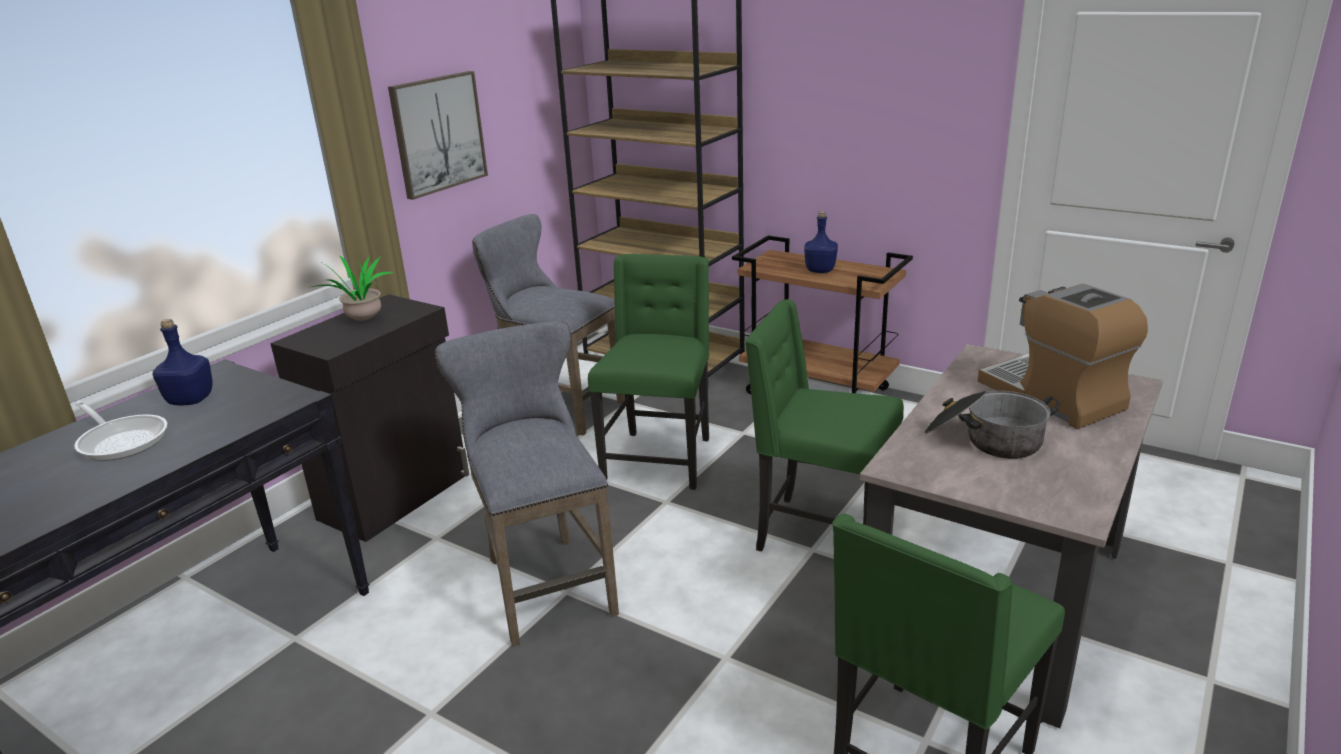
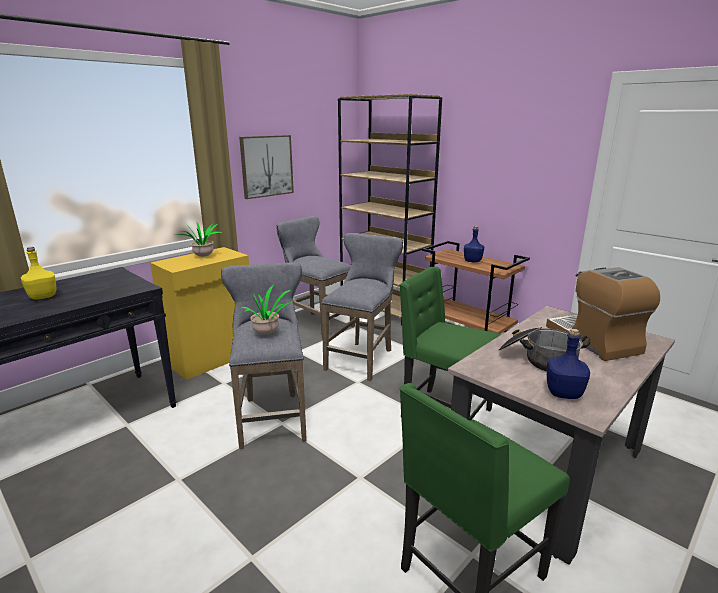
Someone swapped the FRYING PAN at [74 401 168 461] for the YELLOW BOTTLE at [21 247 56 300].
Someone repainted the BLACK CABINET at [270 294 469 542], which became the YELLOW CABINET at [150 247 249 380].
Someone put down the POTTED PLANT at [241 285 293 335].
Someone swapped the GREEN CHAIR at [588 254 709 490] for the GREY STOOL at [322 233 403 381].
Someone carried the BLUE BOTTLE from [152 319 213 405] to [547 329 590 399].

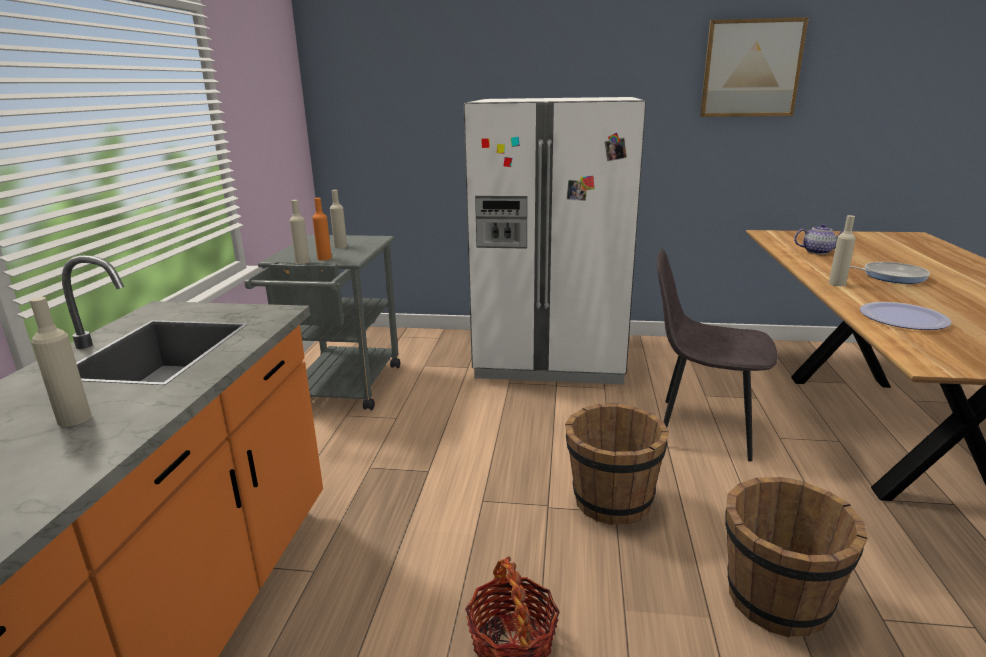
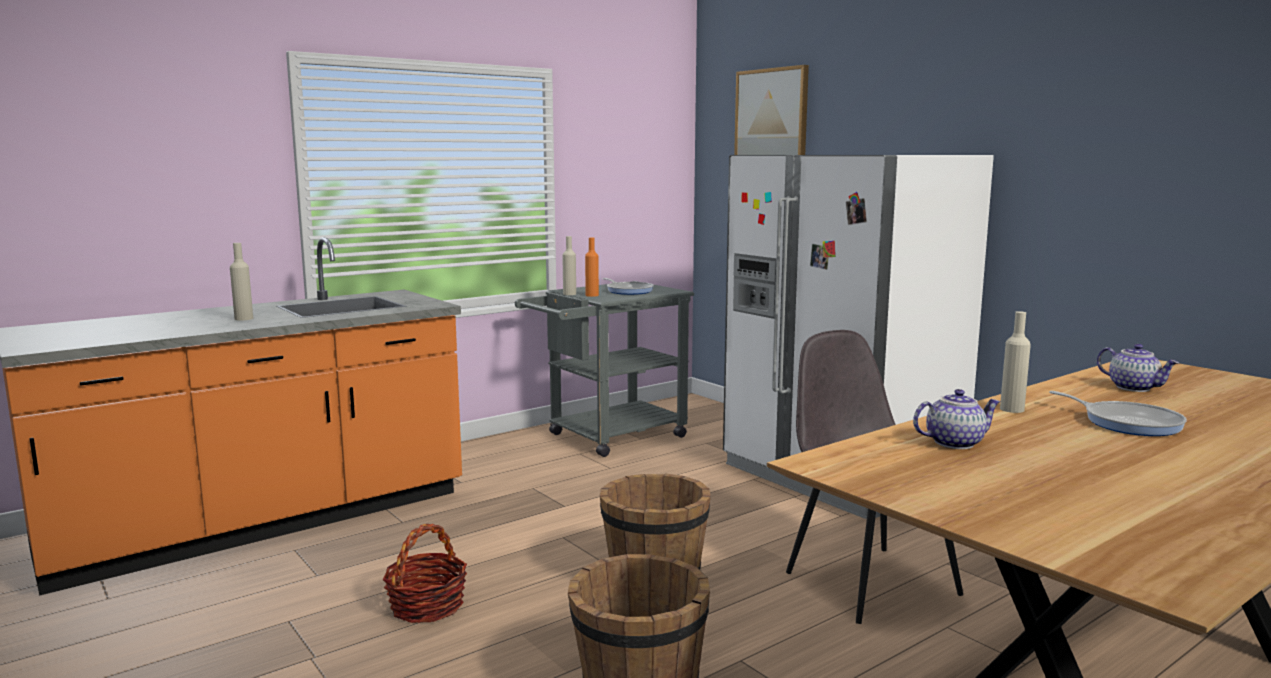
Someone swapped the BEIGE BOTTLE at [330 190 347 248] for the FRYING PAN at [603 278 654 295].
Someone carried the PICTURE from [700 17 809 117] to [734 65 809 155].
Someone swapped the PLATE at [860 302 952 330] for the TEAPOT at [913 389 1001 449].

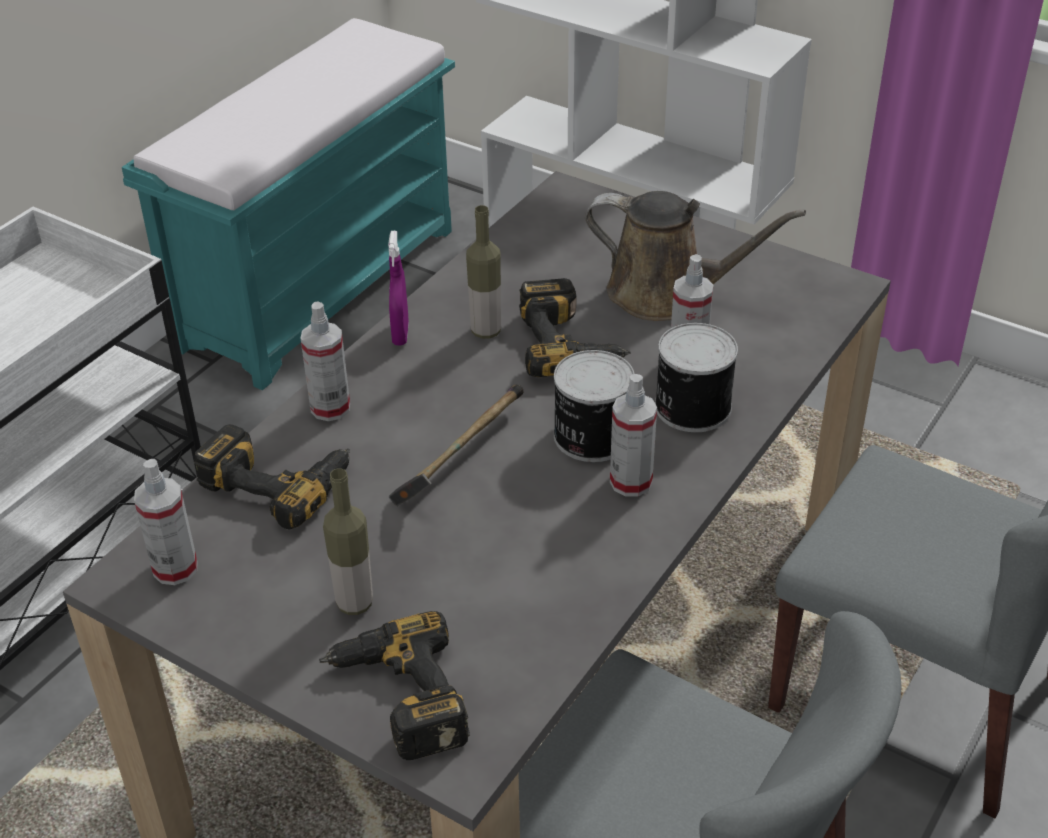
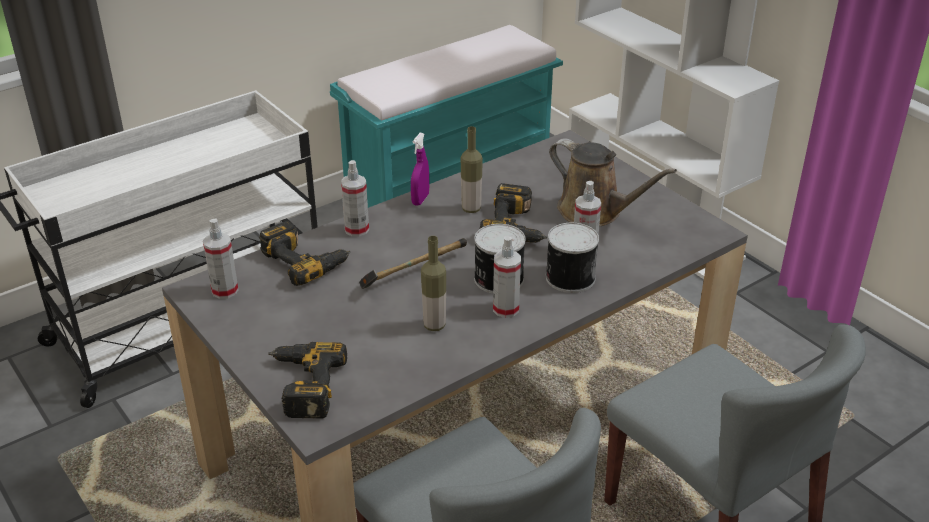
Someone carried the BOTTLE from [323 468 373 615] to [421 236 446 331].

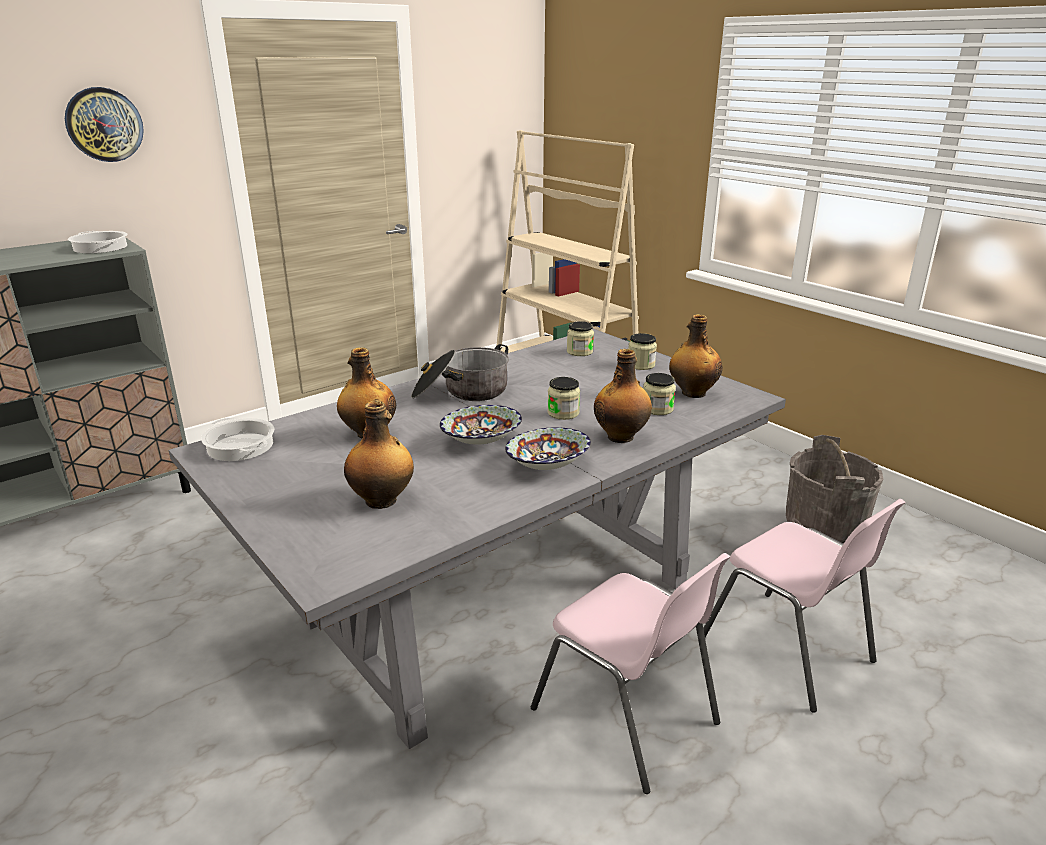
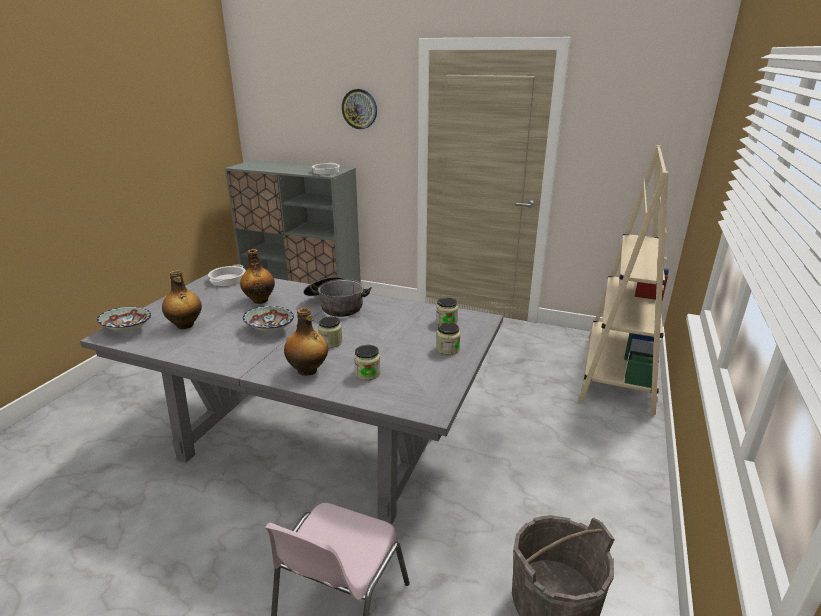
Someone carried the BOWL from [505 427 591 470] to [97 307 151 332].
Someone took away the PINK CHAIR at [531 553 730 794].
Someone took away the BOTTLE at [669 314 722 398].

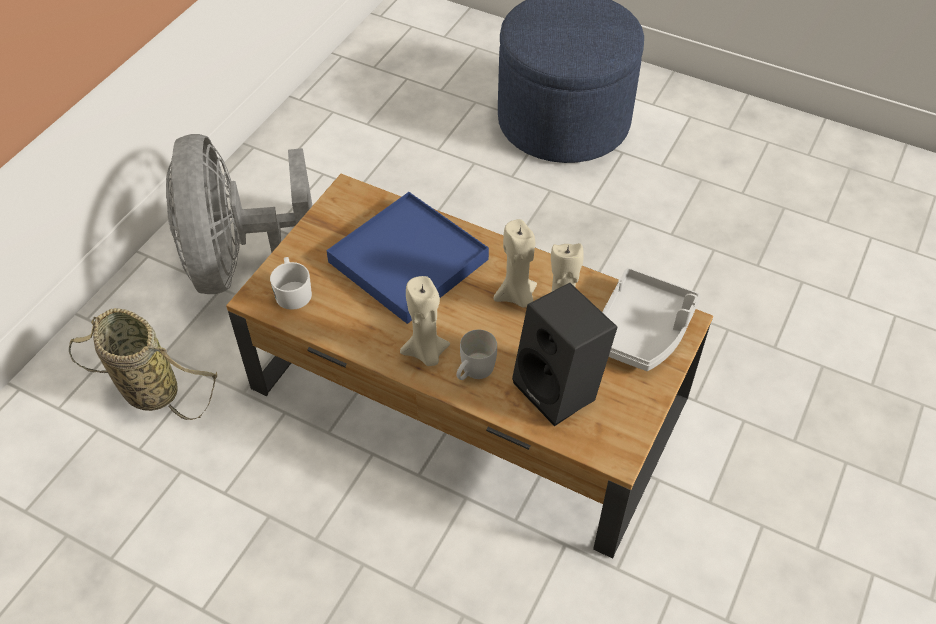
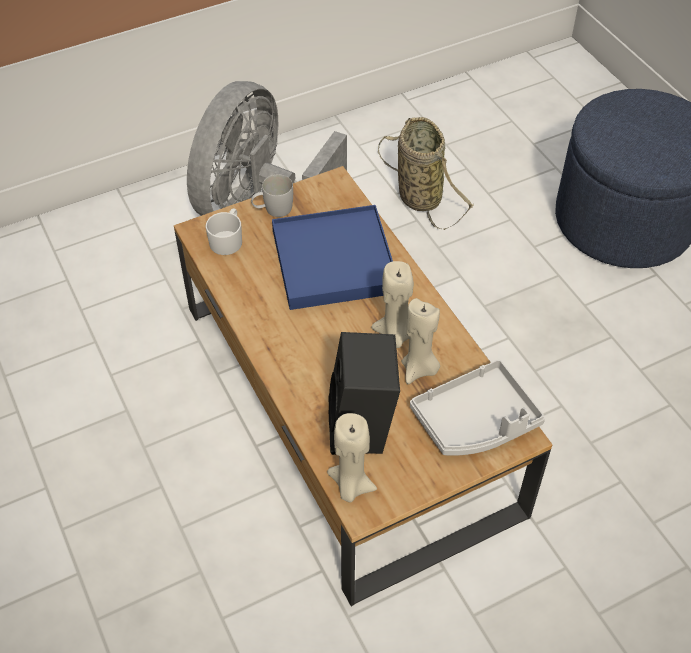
Someone carried the WHITE MUG from [456 329 497 380] to [251 174 293 217].
Someone carried the BEIGE CANDLE from [400 276 450 366] to [327 413 377 503].
Someone carried the BASKET from [69 308 217 420] to [378 117 474 230].

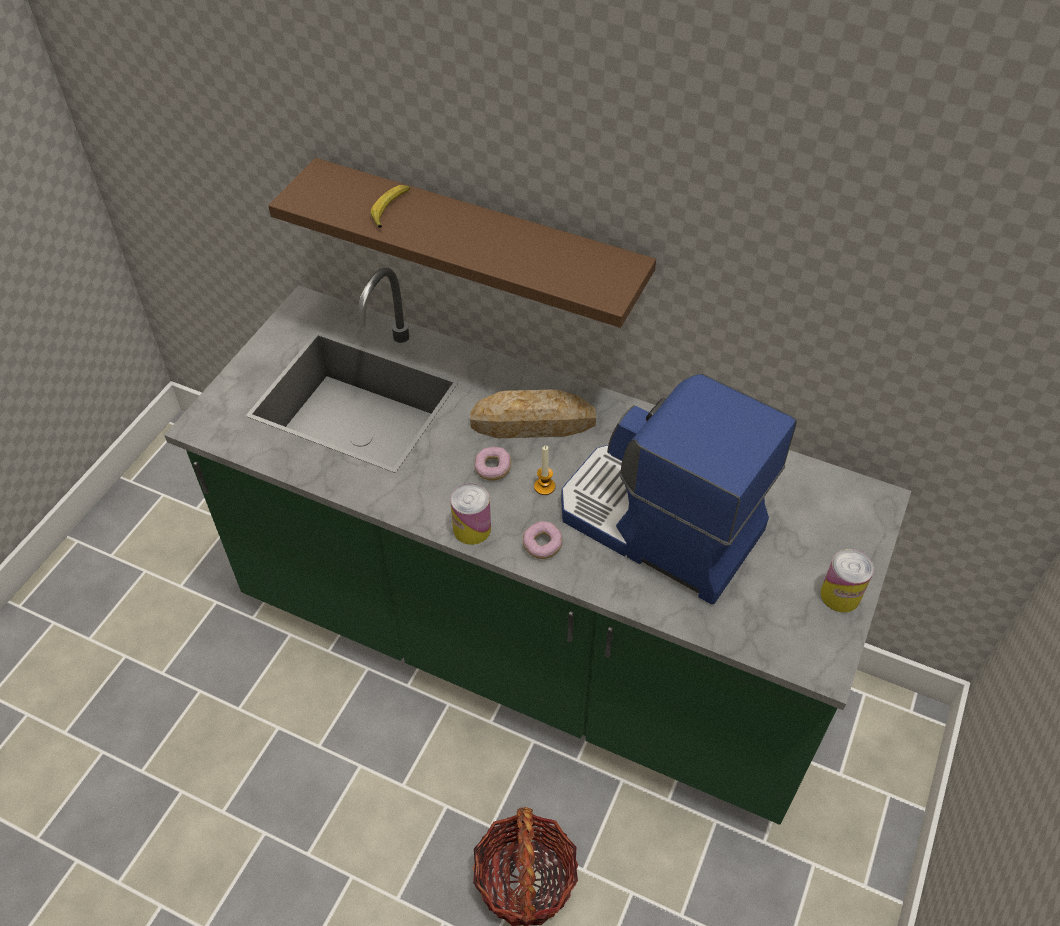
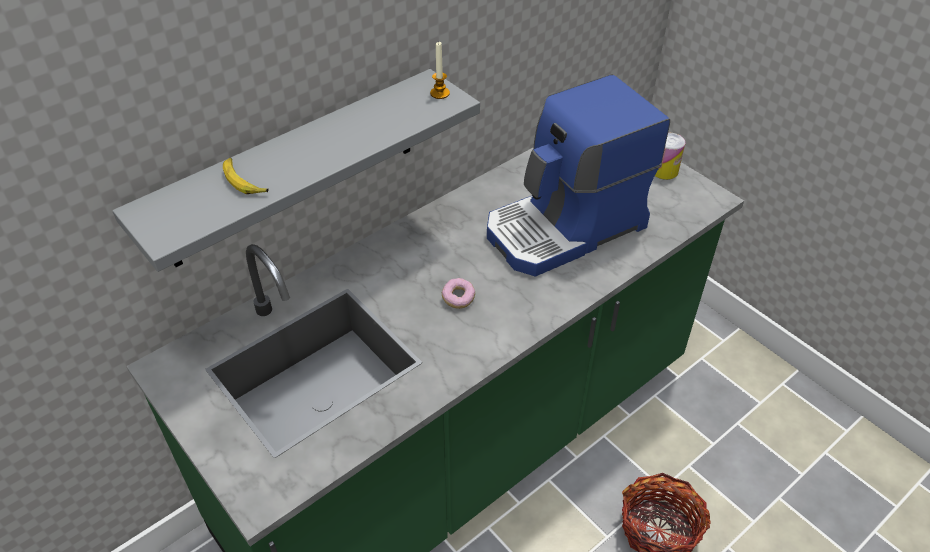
Someone repainted the BROWN SHELF at [268 158 656 328], which became the GREY SHELF at [112 69 480 272].
Someone carried the CANDLE from [534 446 555 495] to [430 41 450 99].
Someone took away the CAN at [450 483 491 545].
Someone took away the BREAD at [470 389 596 438].
Someone took away the DONUT at [523 521 562 559].

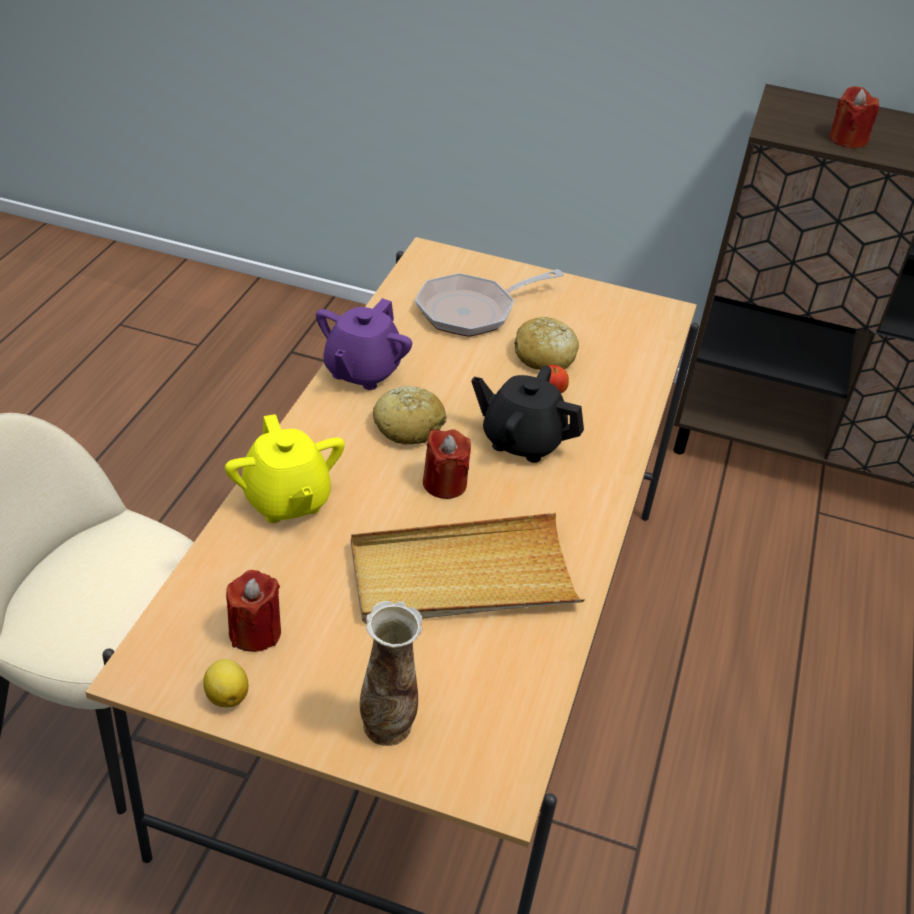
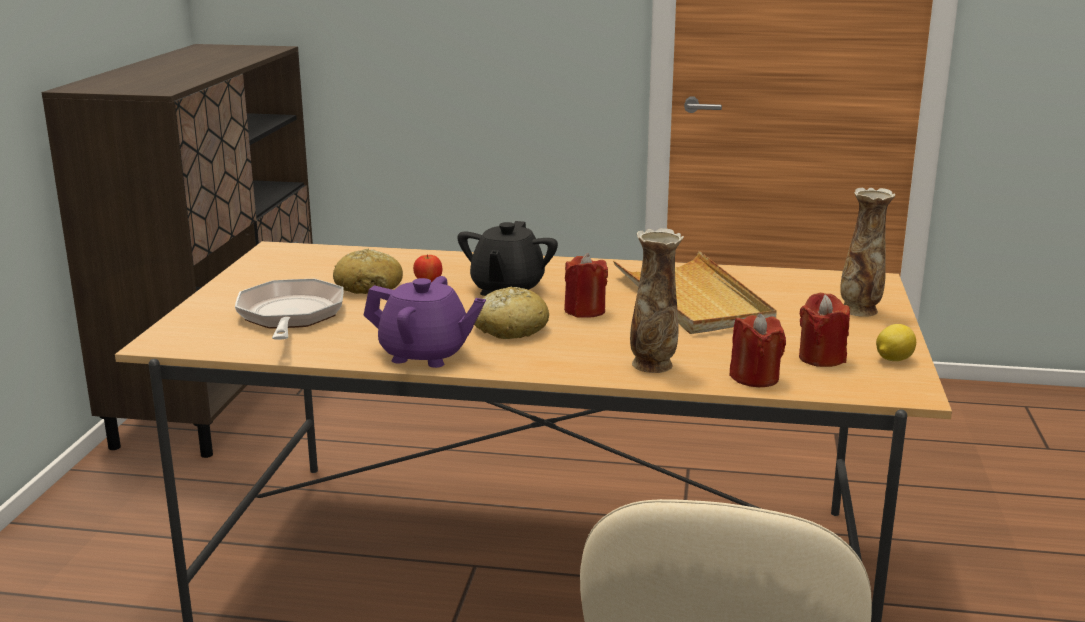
Someone rotated the FRYING PAN at [415 269 564 337] by 150 degrees counterclockwise.
Someone swapped the YELLOW TEAPOT at [225 414 345 523] for the VASE at [630 228 684 373].
Someone carried the RED CANDLE from [829 86 879 148] to [729 313 786 387].

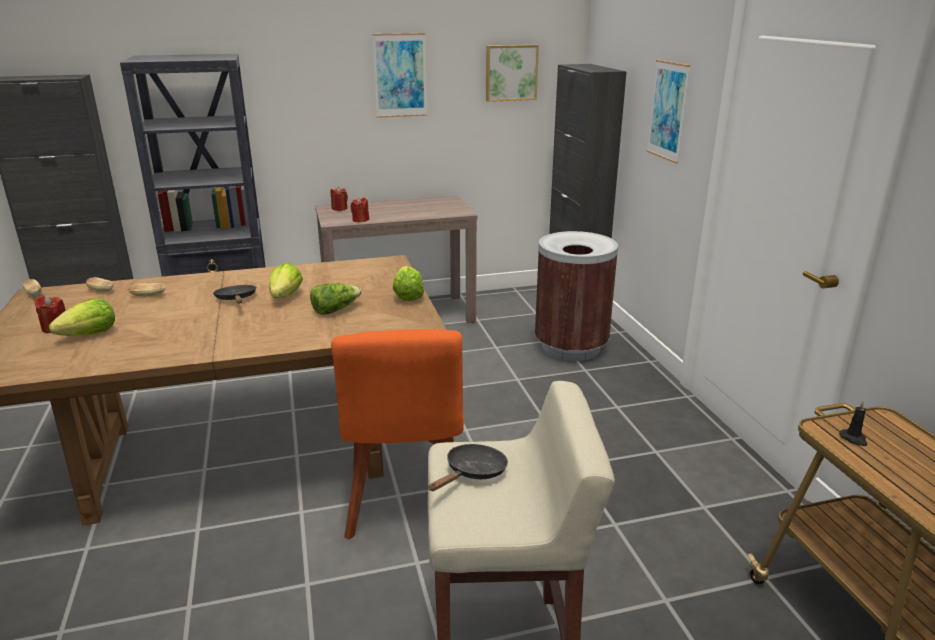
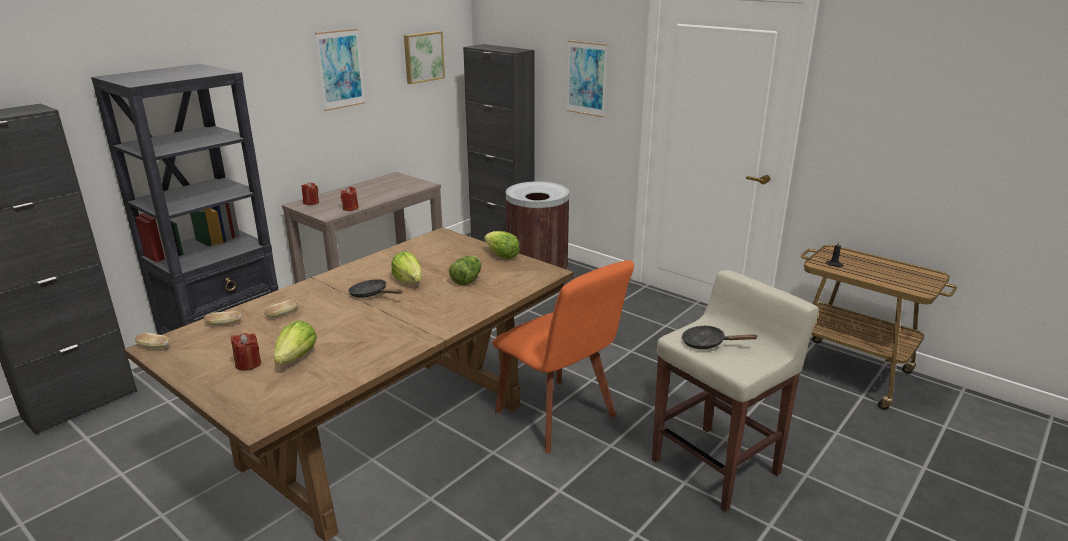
Someone rotated the BLACK FRYING PAN at [428 444 508 491] by 75 degrees counterclockwise.

